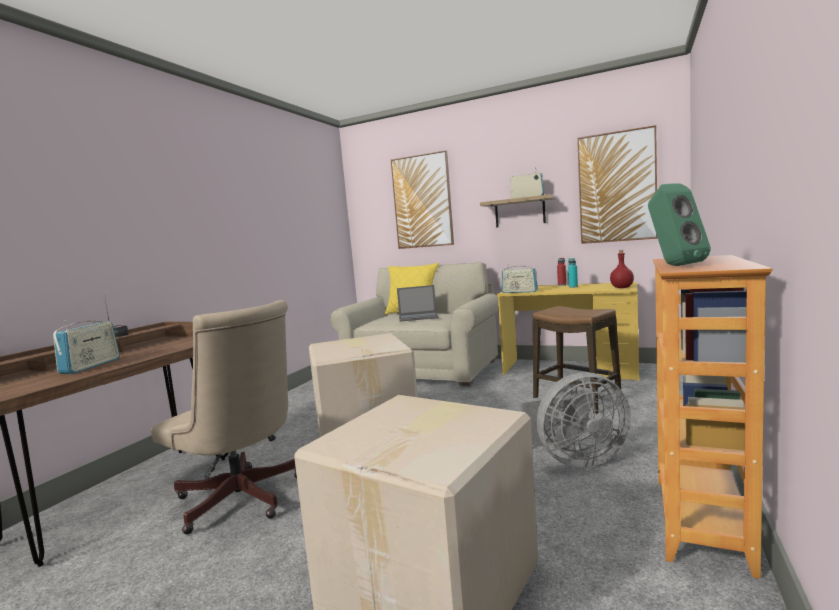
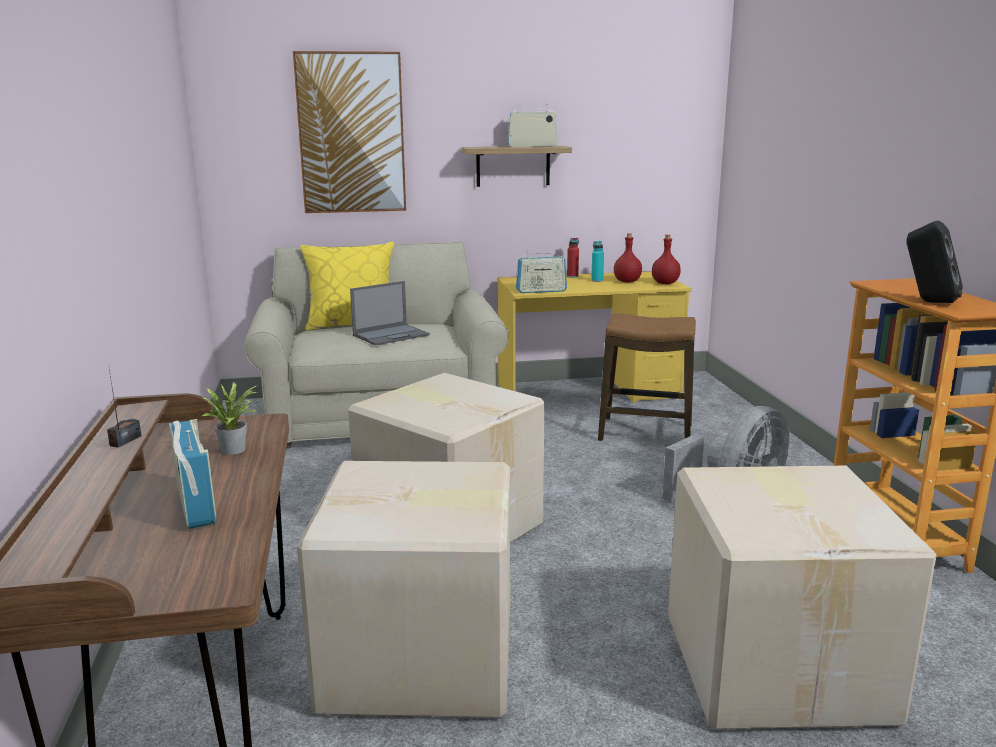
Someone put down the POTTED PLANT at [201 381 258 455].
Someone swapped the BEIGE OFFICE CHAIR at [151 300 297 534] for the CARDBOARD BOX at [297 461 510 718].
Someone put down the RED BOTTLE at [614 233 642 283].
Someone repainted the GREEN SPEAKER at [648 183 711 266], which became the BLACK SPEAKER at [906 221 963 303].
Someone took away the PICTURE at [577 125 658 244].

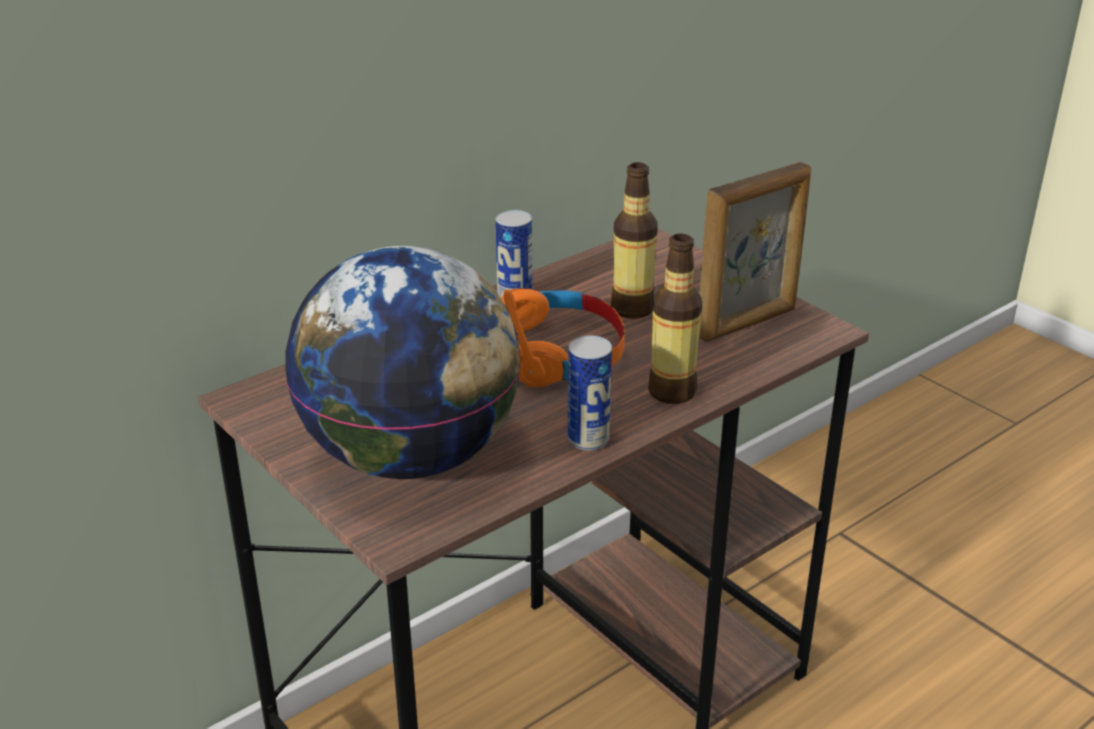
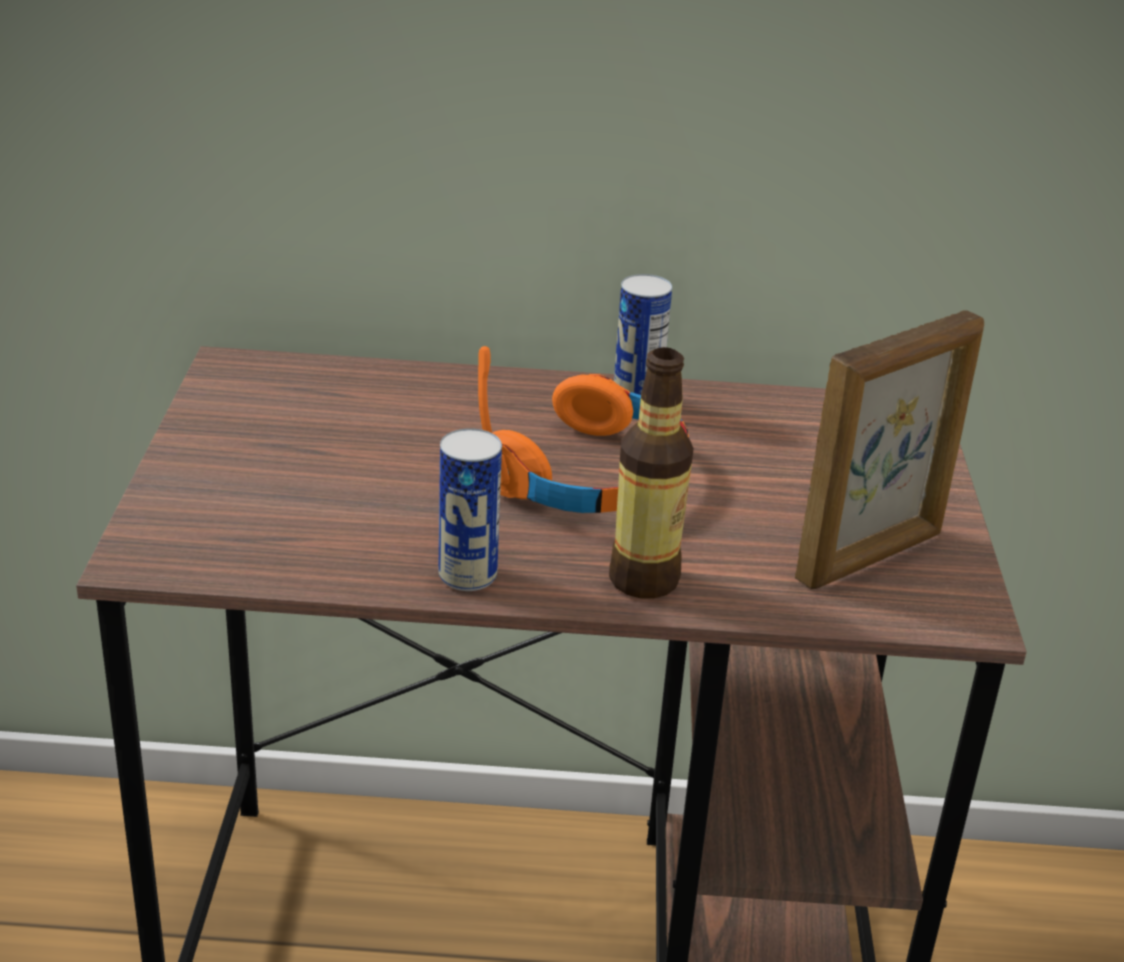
Someone rotated the PICTURE FRAME at [699 162 811 342] by 45 degrees counterclockwise.
Someone took away the GLOBE at [285 246 521 479].
Someone took away the BOTTLE at [611 162 658 319].

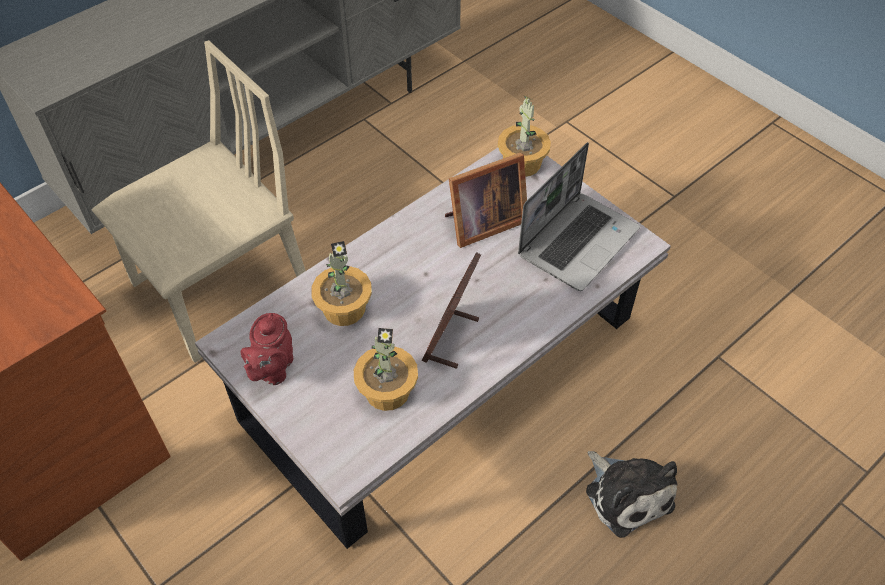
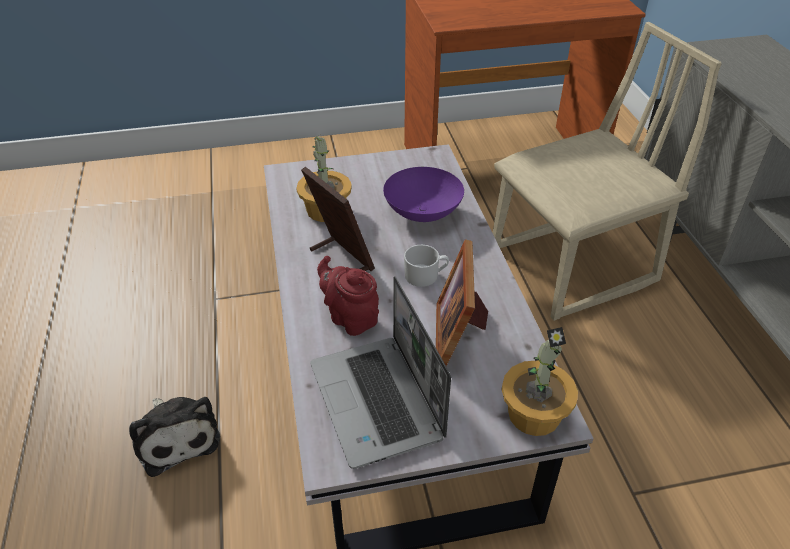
Someone rotated the PLUSH TOY at [586 451 677 538] by 120 degrees counterclockwise.
Someone carried the RED TEAPOT from [240 313 293 385] to [317 256 379 336].
Someone swapped the POTTED PLANT at [311 241 372 326] for the PURPLE BOWL at [383 167 464 222].
Someone put down the WHITE MUG at [404 245 449 287].
Someone rotated the BEIGE CHAIR at [92 40 306 363] by 105 degrees counterclockwise.

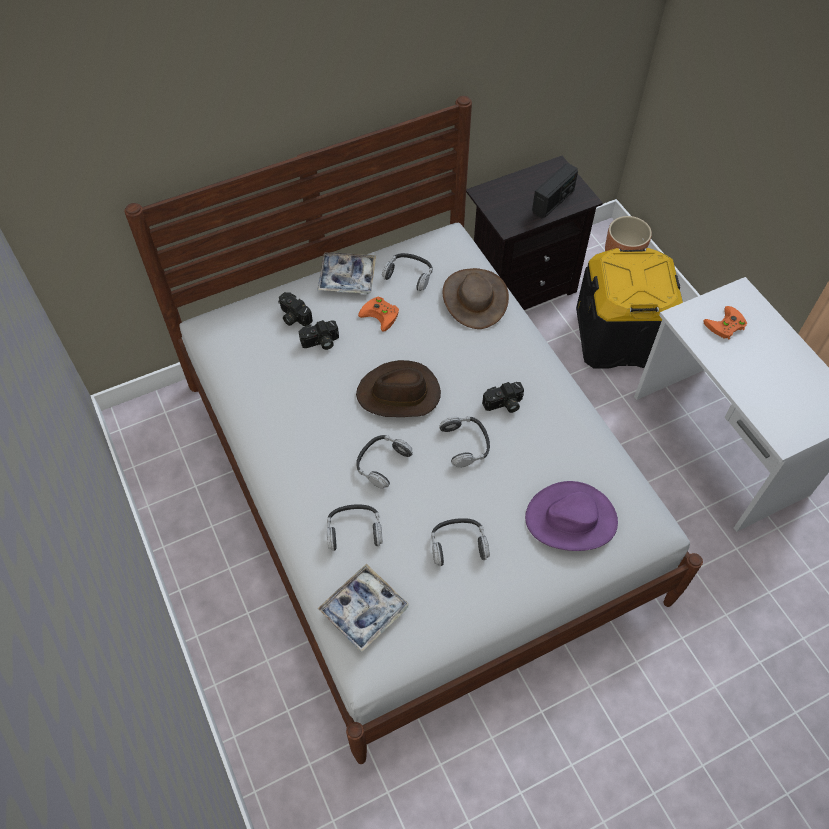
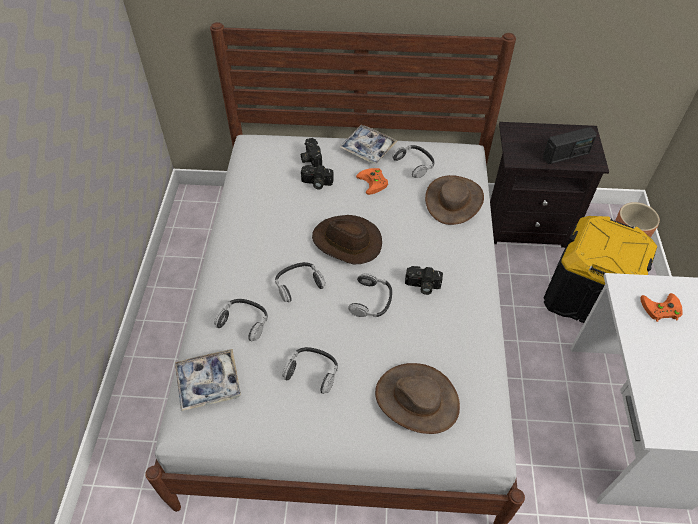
Someone repainted the PURPLE HAT at [525 481 618 551], which became the BROWN HAT at [375 363 460 434].

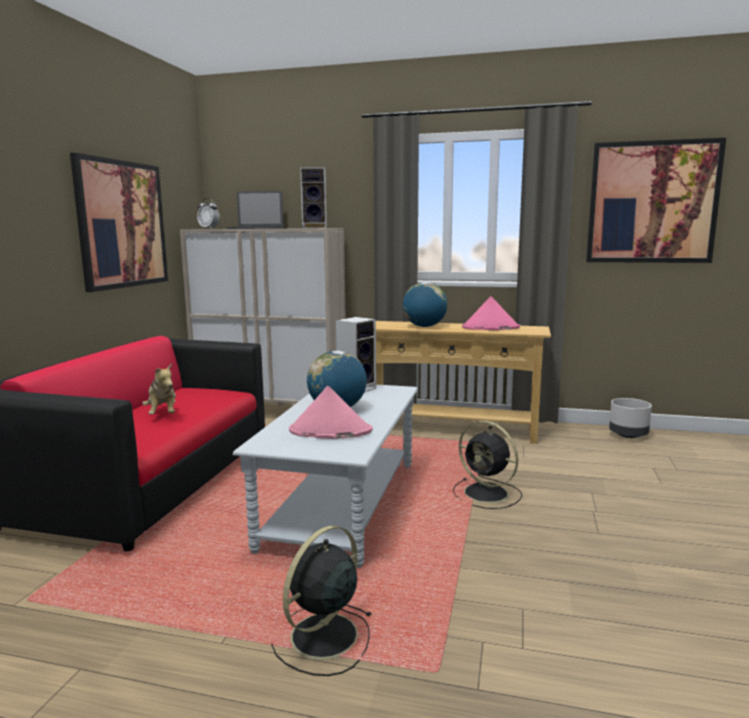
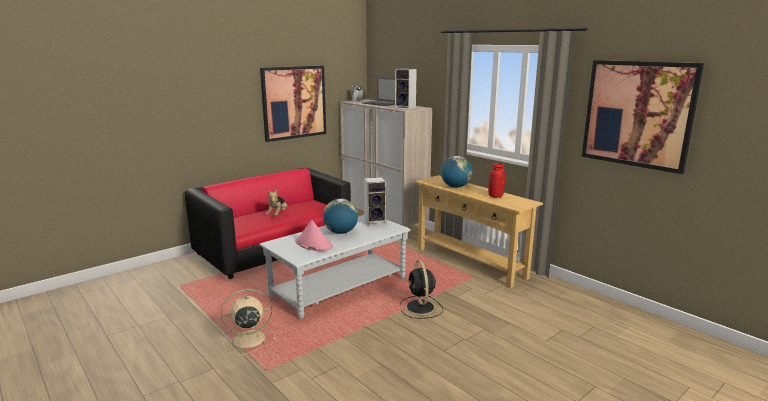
Someone repainted the BLACK FAN at [271 526 372 676], which became the BEIGE FAN at [221 289 276 355].
Someone swapped the PINK HAT at [462 296 520 330] for the RED VASE at [488 163 505 198].
Someone took away the GREY PLANTER at [609 398 652 438].

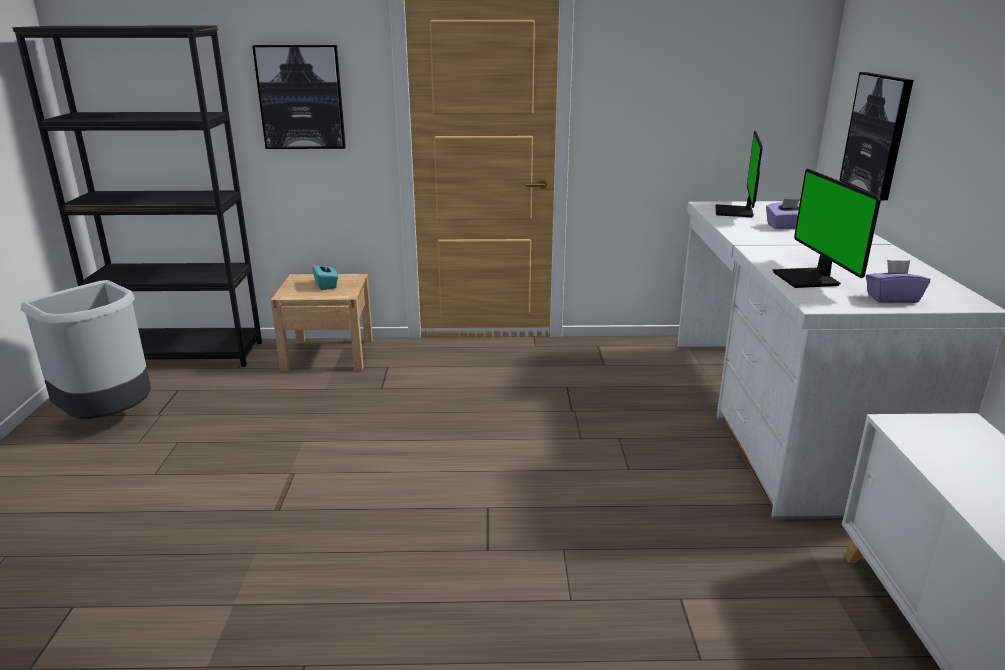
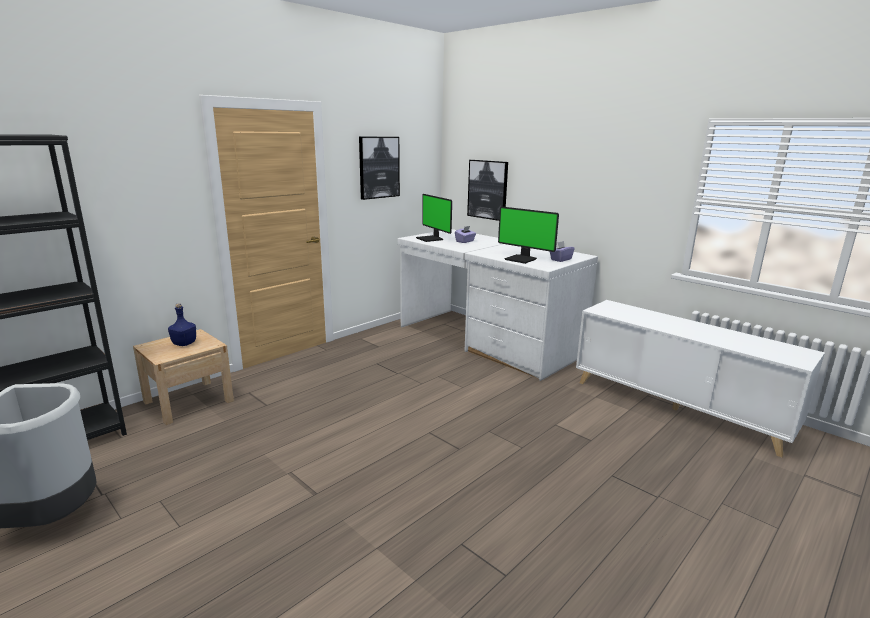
Someone swapped the TURQUOISE TISSUE BOX at [312 260 338 290] for the BLUE BOTTLE at [168 303 196 346].
Someone carried the PICTURE from [252 45 346 149] to [359 137 400 200].

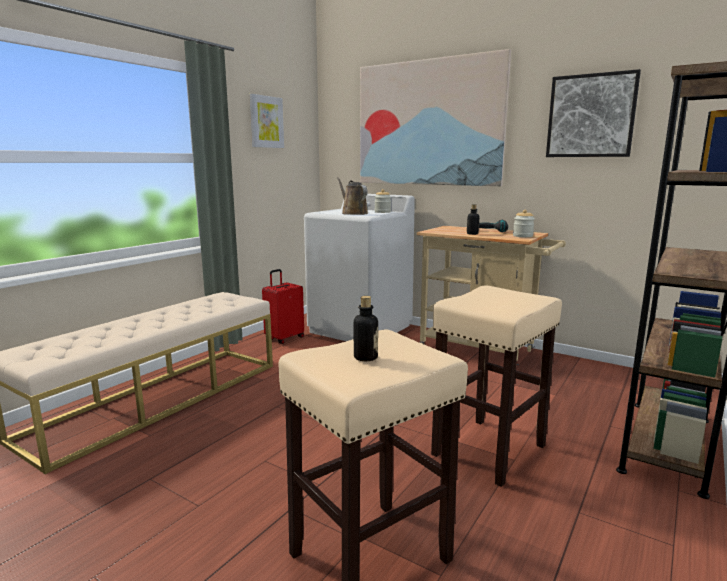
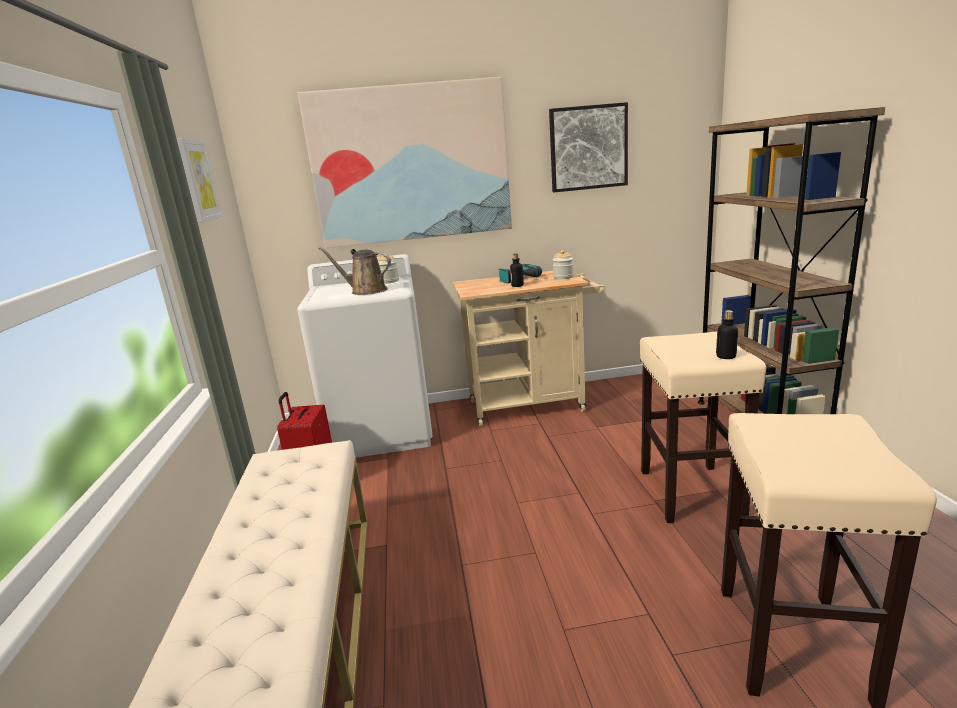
Someone carried the BOTTLE from [354 296 378 361] to [716 310 738 359].

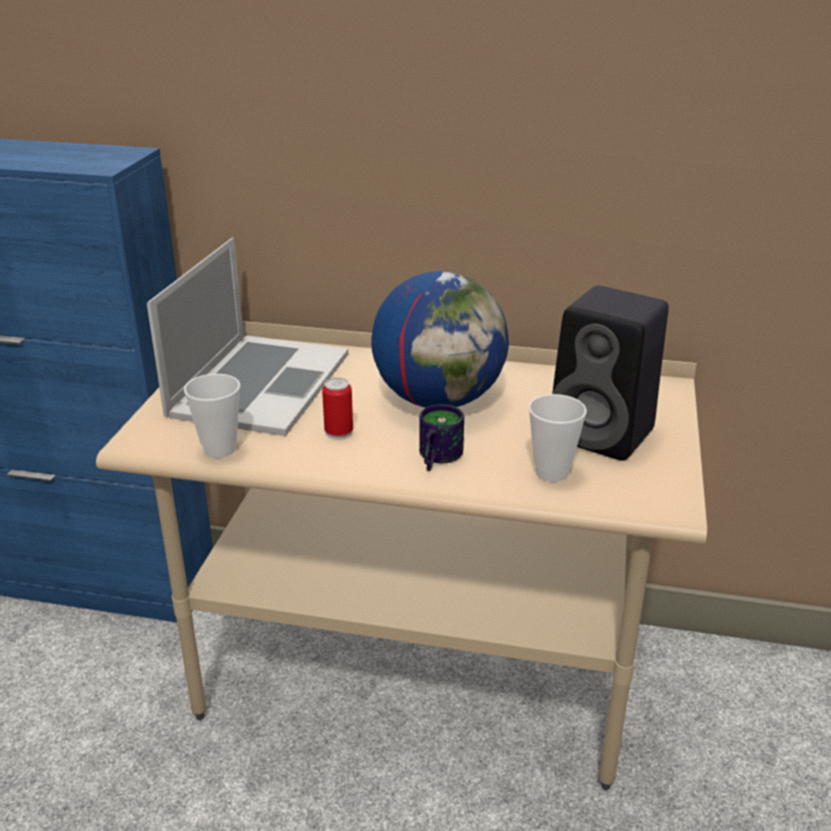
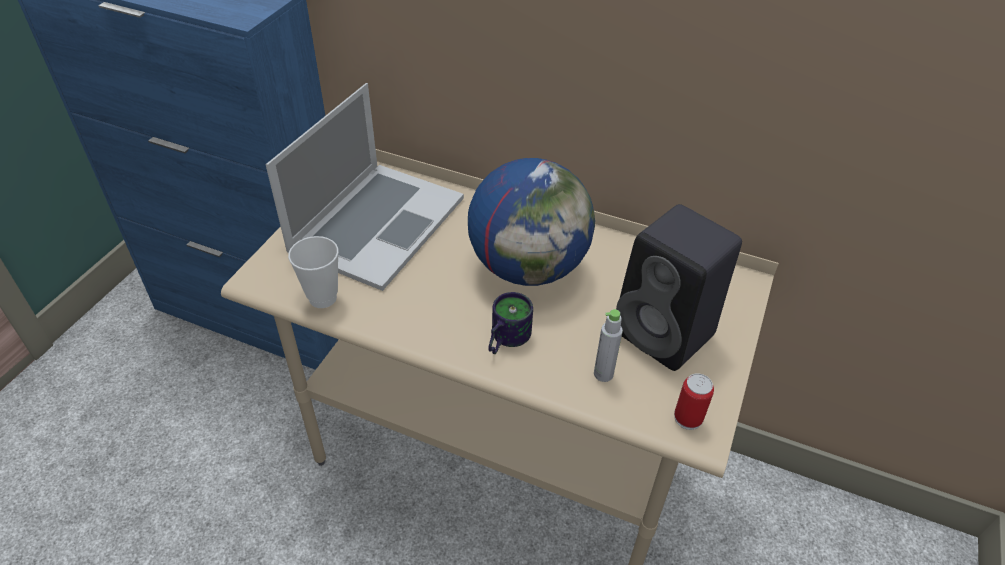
Someone swapped the CUP at [529 394 587 482] for the GREY BOTTLE at [594 309 623 382].
Someone carried the CAN from [322 378 353 440] to [674 373 714 430].

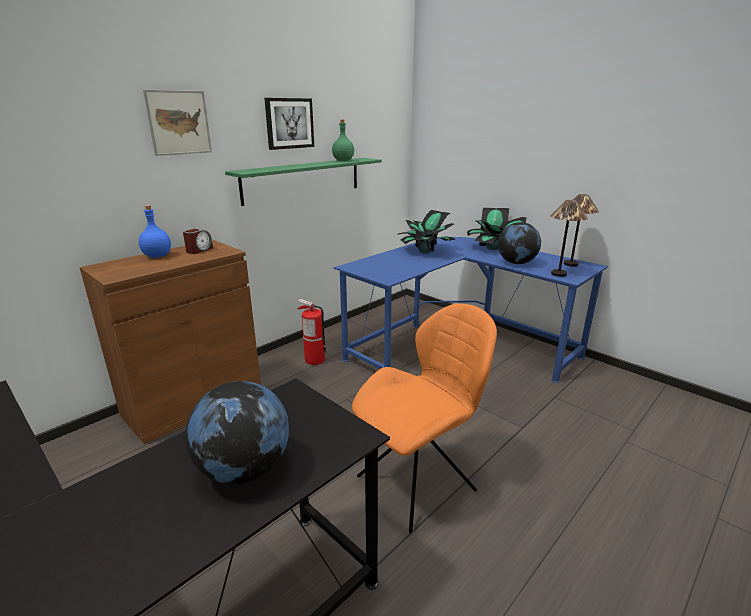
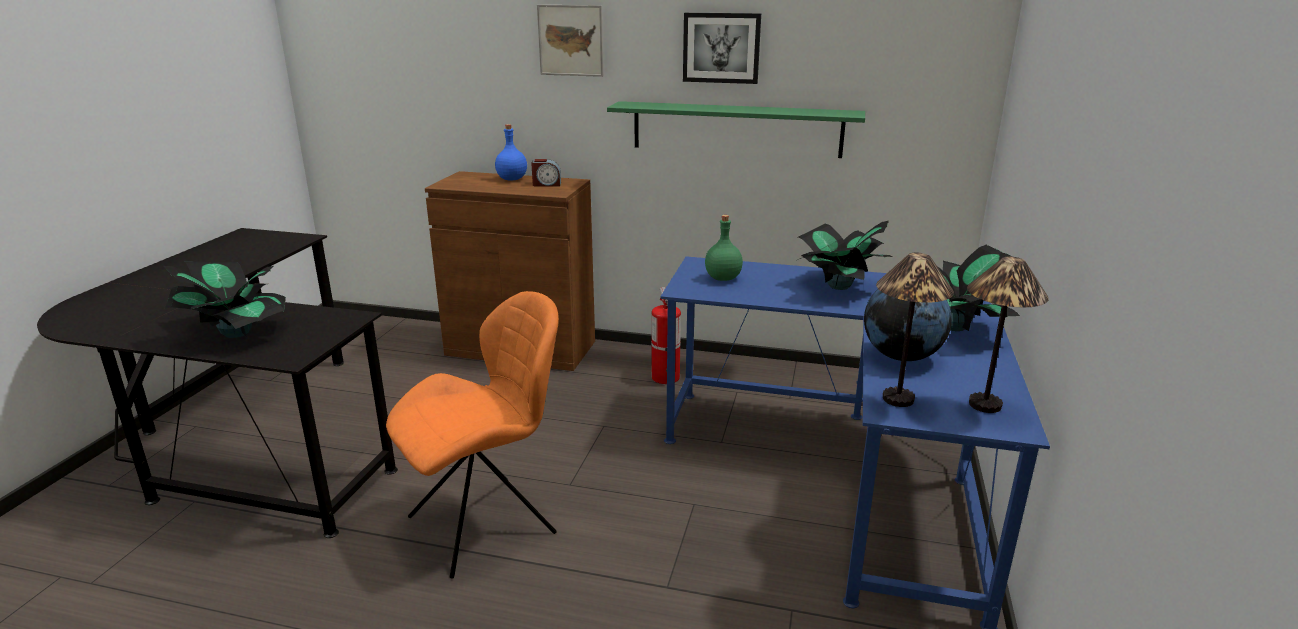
Someone swapped the GLOBE at [185 381 289 484] for the POTTED PLANT at [164 262 286 338].
Someone rotated the ORANGE CHAIR at [352 304 497 533] by 60 degrees counterclockwise.
Someone carried the GREEN BOTTLE from [332 120 354 161] to [705 215 743 281].

